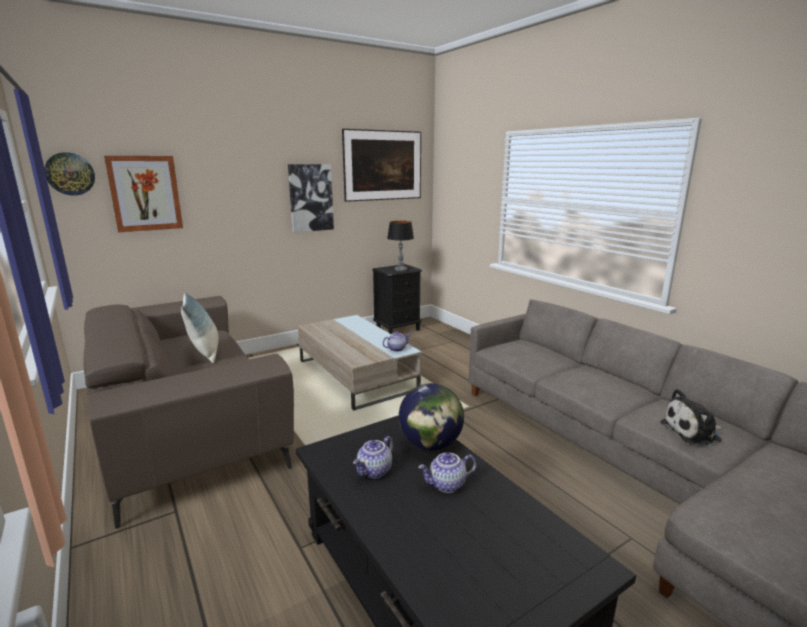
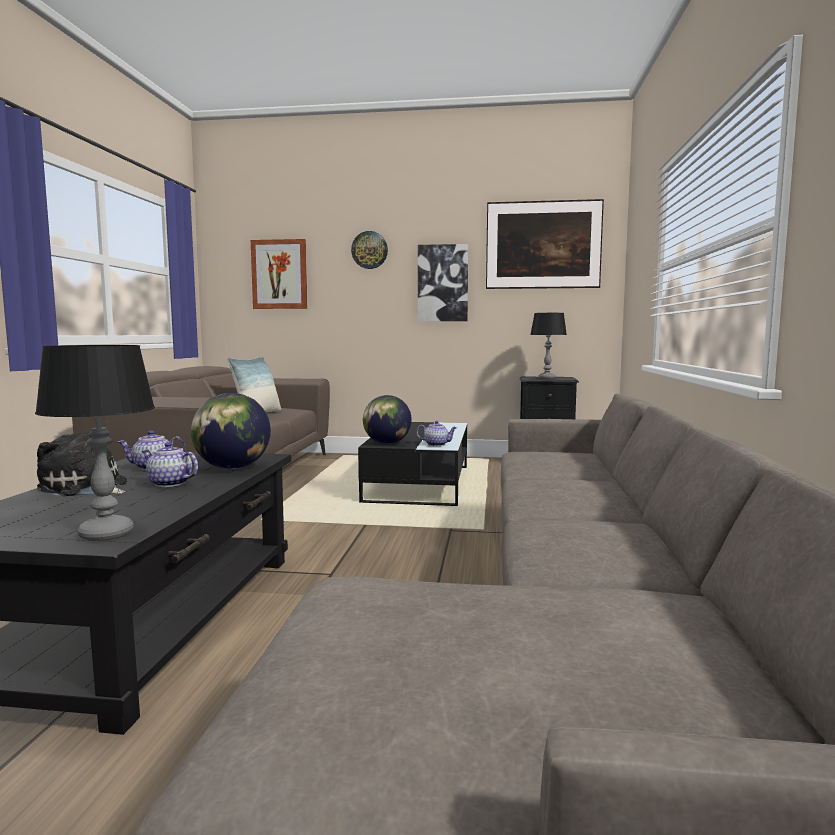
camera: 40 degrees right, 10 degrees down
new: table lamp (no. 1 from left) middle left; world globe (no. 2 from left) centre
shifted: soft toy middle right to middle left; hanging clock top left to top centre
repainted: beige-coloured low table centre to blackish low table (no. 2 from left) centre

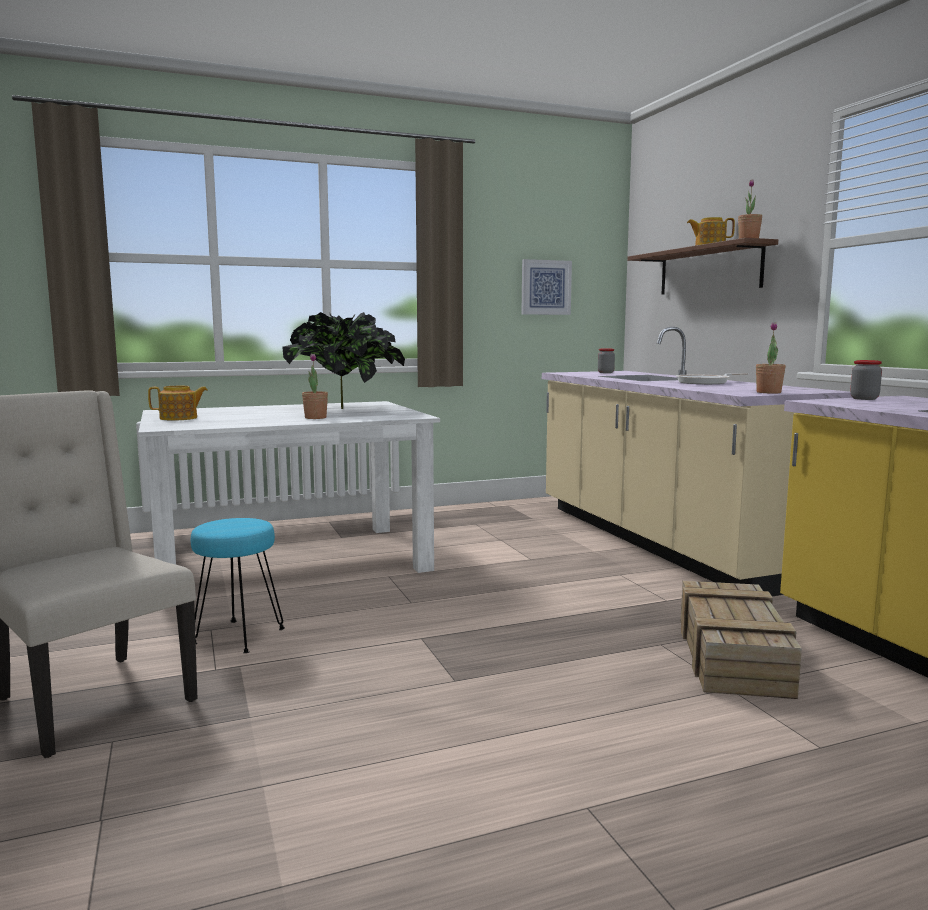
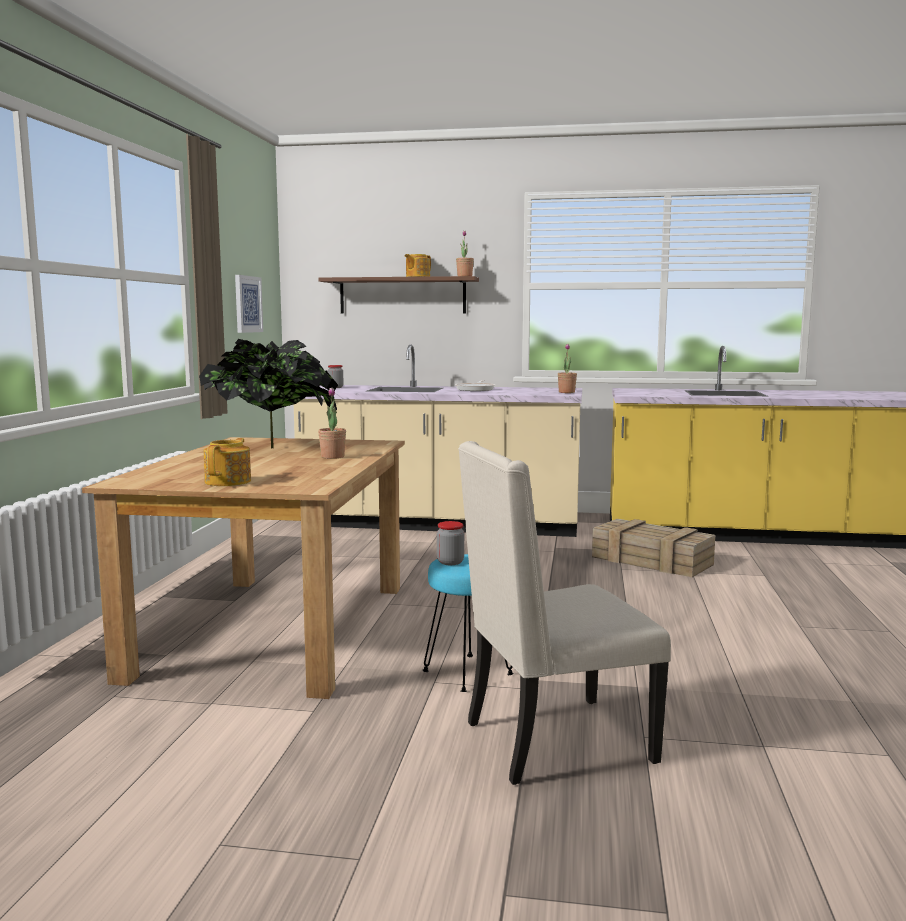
camera: 60 degrees left, 0 degrees up
shifted: storage jar (no. 2 from left) middle right to centre
repainted: white-coloured kitchen table middle left to brown kitchen table middle left

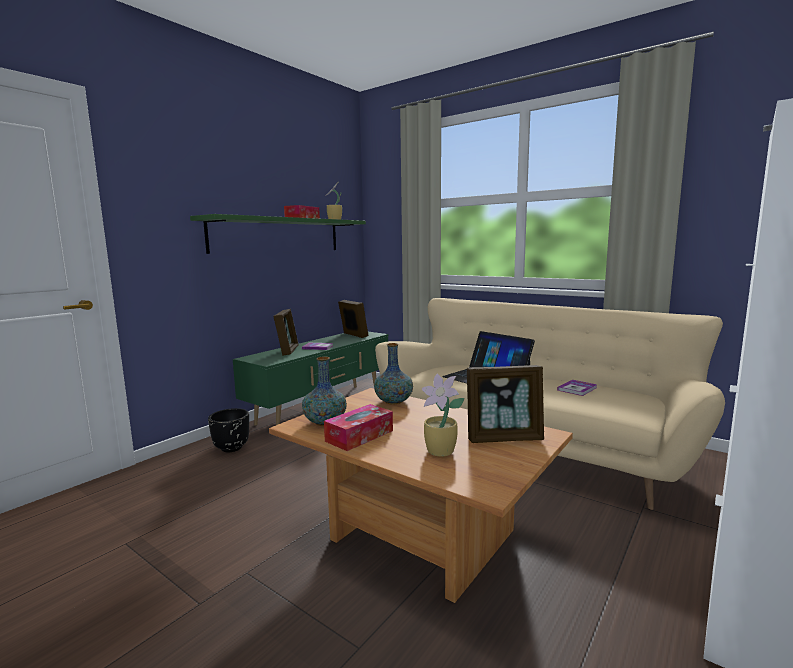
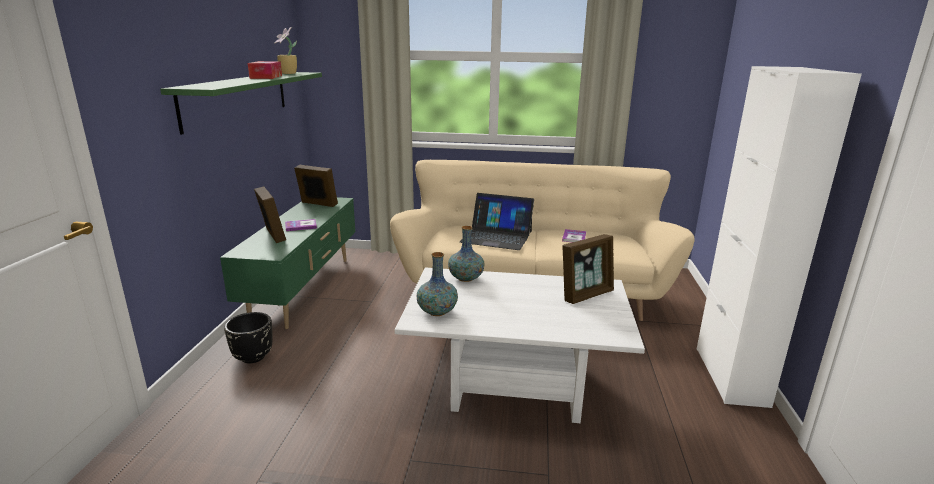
camera: 30 degrees left, 10 degrees up
gone: box of tissues (no. 2 from left) centre; houseplant (no. 2 from left) centre
repainted: brown low table bottom centre to white-coloured low table bottom centre

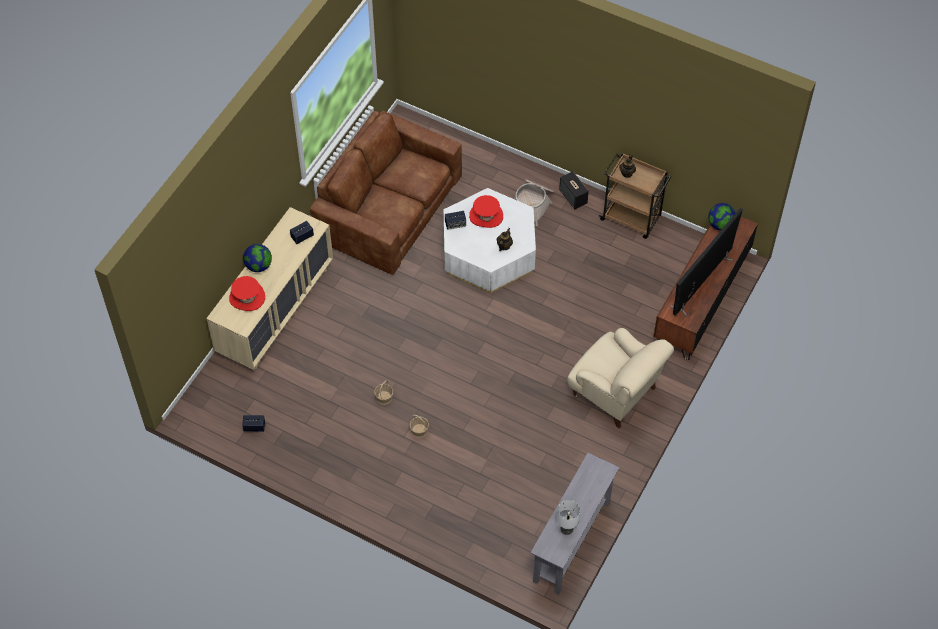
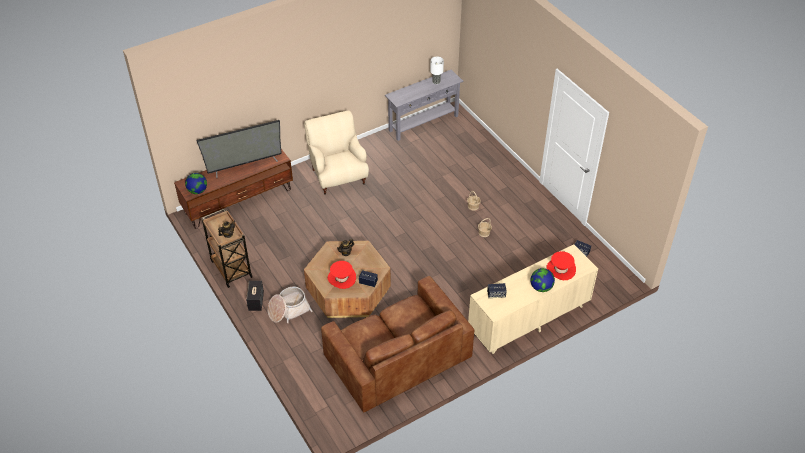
camera: 150 degrees left, 10 degrees down
repainted: white-coloured low table centre to brown low table centre

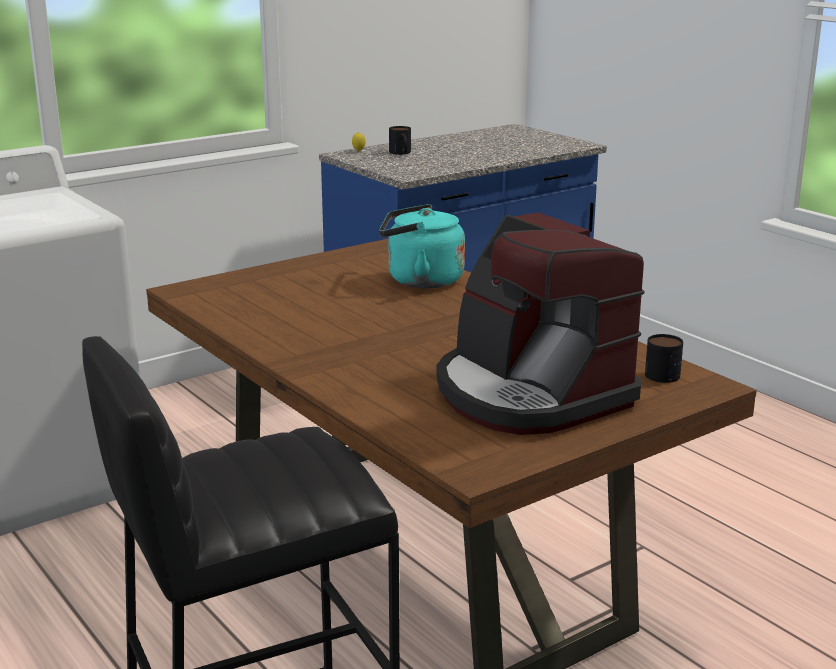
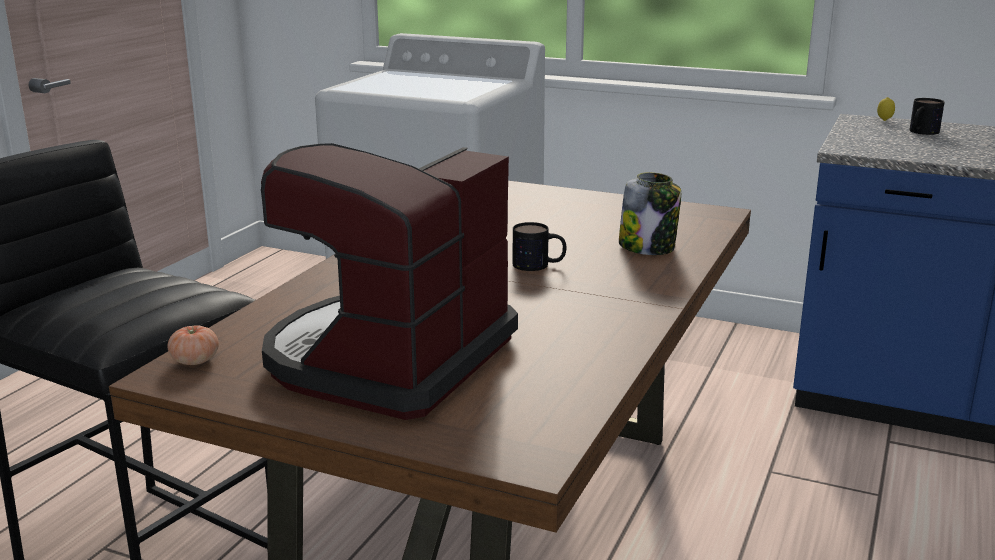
camera: 60 degrees right, 0 degrees up
new: tomato middle left
shifted: coffee mug (no. 2 from left in the first image) middle right to coffee mug (no. 1 from left) centre
swapped: turquoise tea kettle centre to storage jar centre

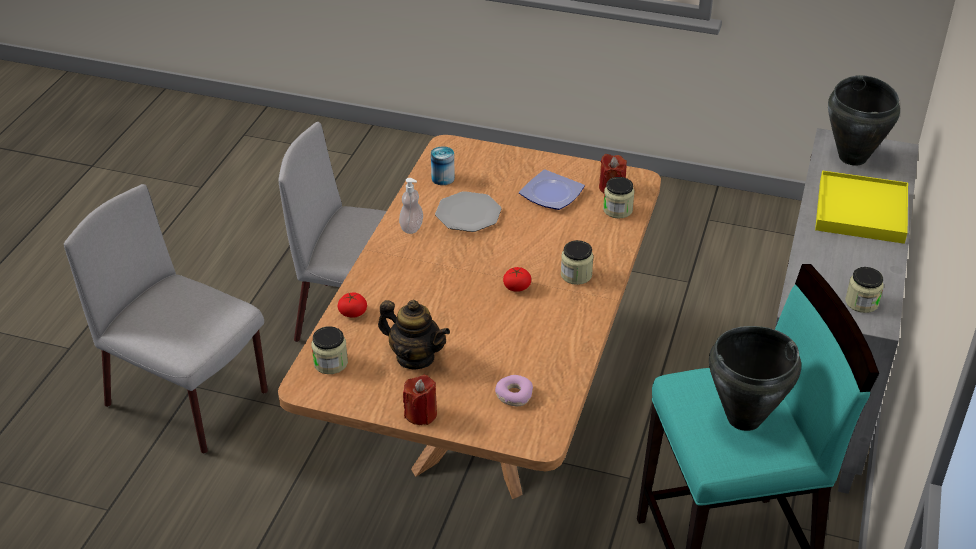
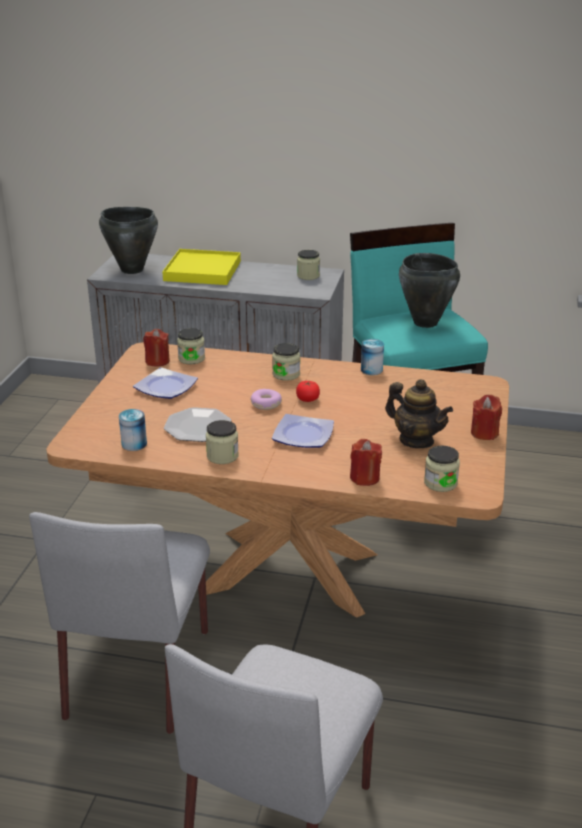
camera: 95 degrees left, 10 degrees down
new: dinner plate (no. 3 from left) centre; metal can (no. 2 from left) centre
shifted: ring doughnut bottom centre to centre
swapped: liquid soap bottle centre to storage jar (no. 2 from left) centre; tomato (no. 1 from left) centre to red candle (no. 2 from left) centre
rotated: teapot centre = middle right 105 degrees clockwise

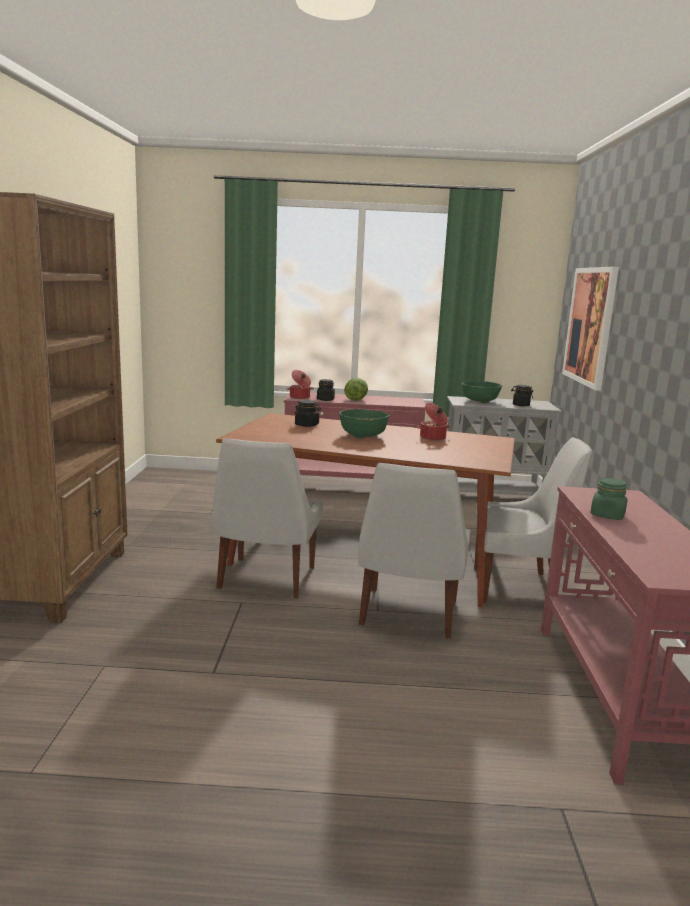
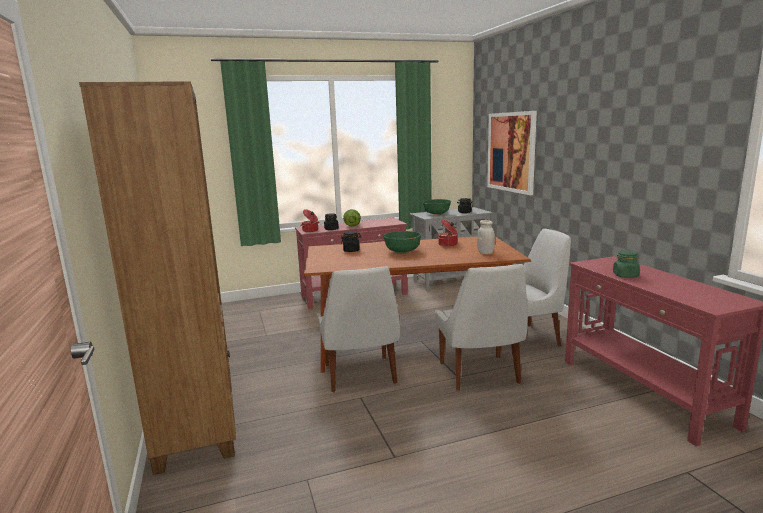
camera: 20 degrees left, 0 degrees up
new: white-coloured storage jar centre

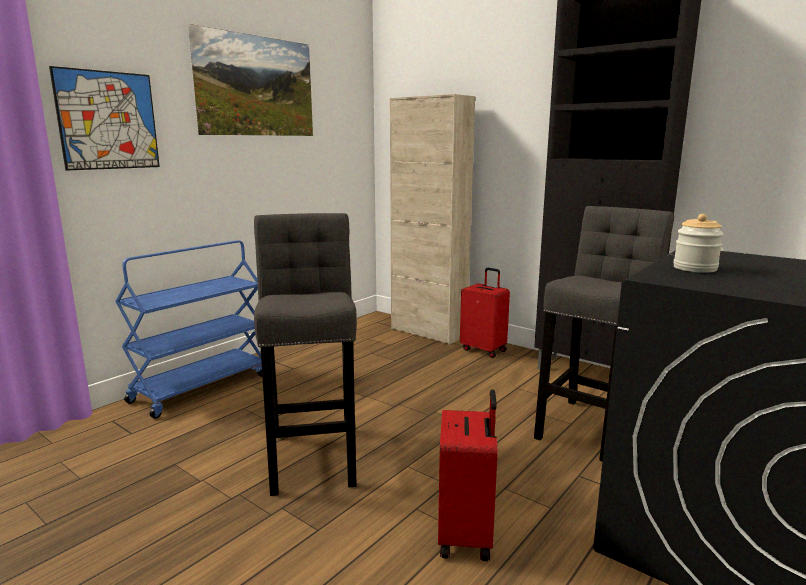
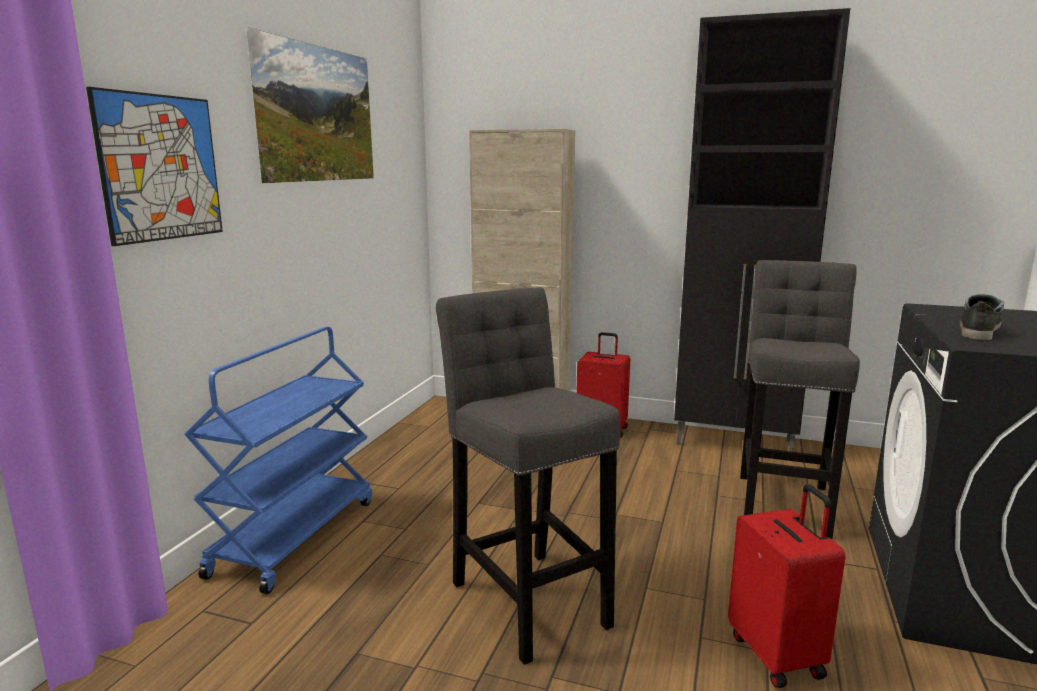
camera: 20 degrees left, 0 degrees up
swapped: storage jar middle right to low shoe middle right

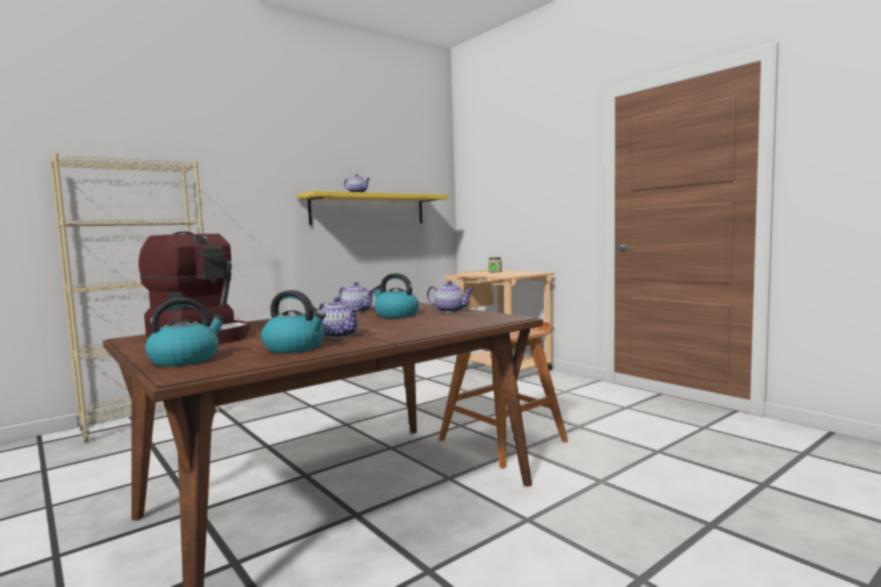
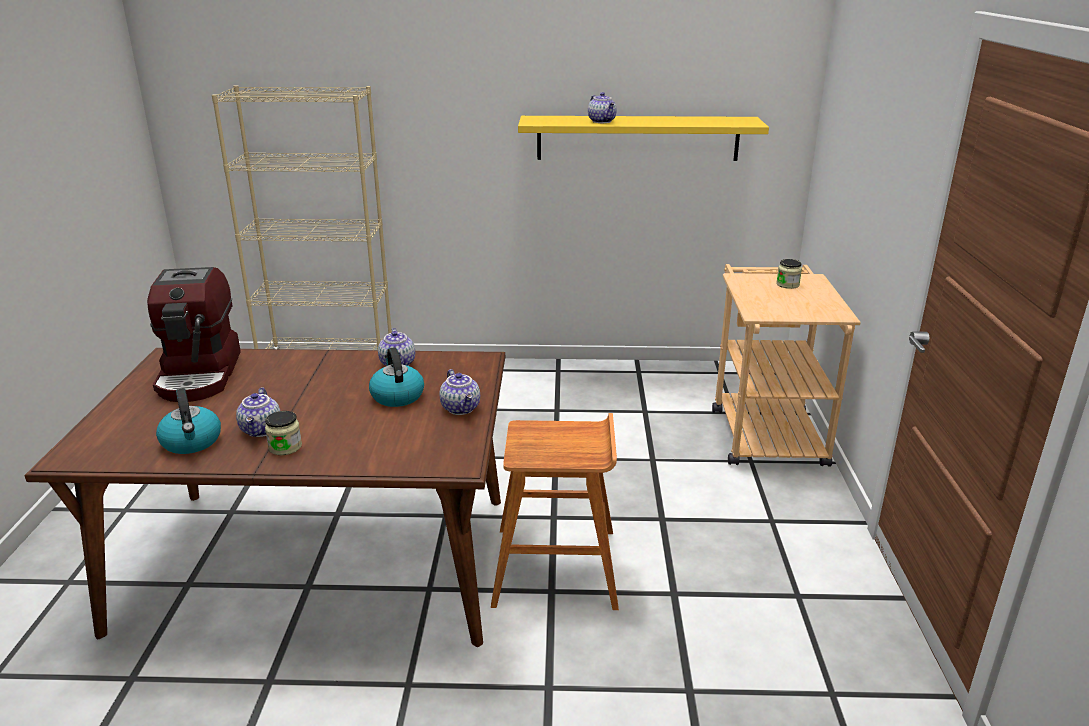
camera: 40 degrees right, 20 degrees up
gone: tea kettle (no. 1 from left) middle left
new: storage jar (no. 1 from left) middle left

